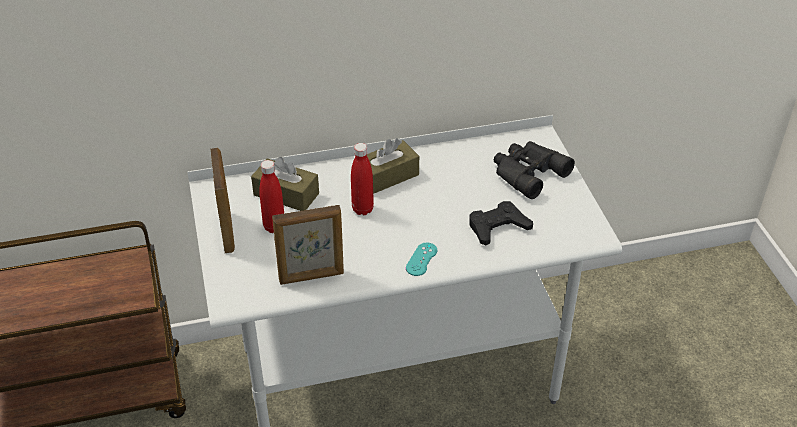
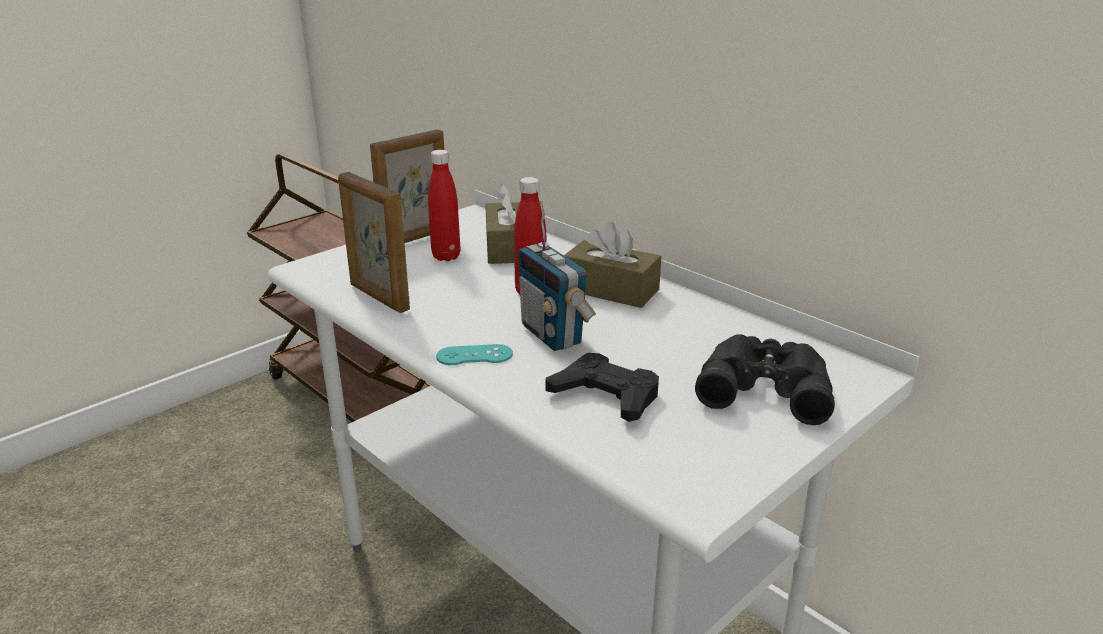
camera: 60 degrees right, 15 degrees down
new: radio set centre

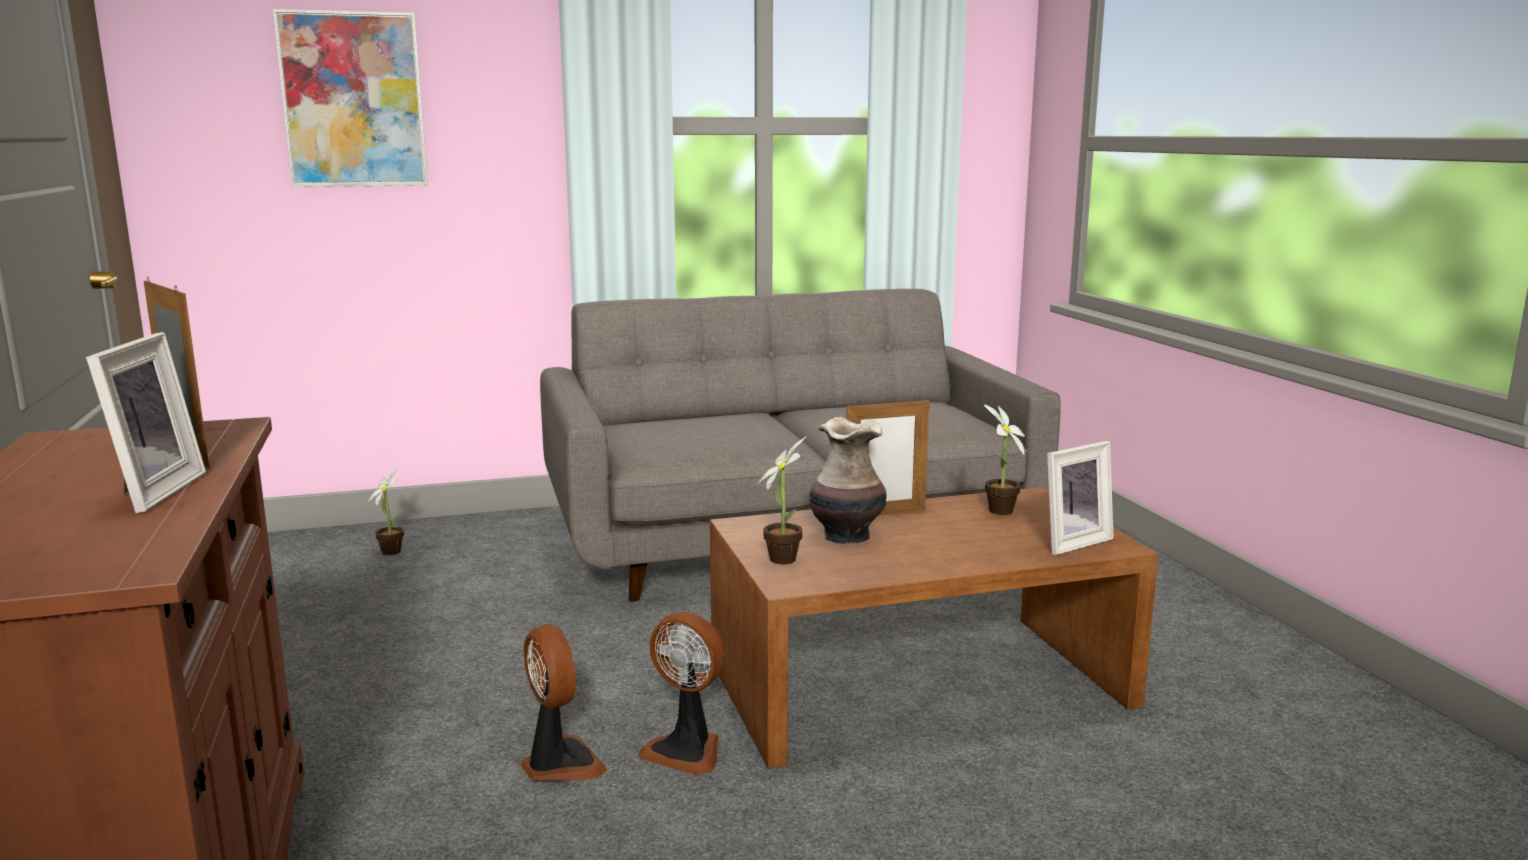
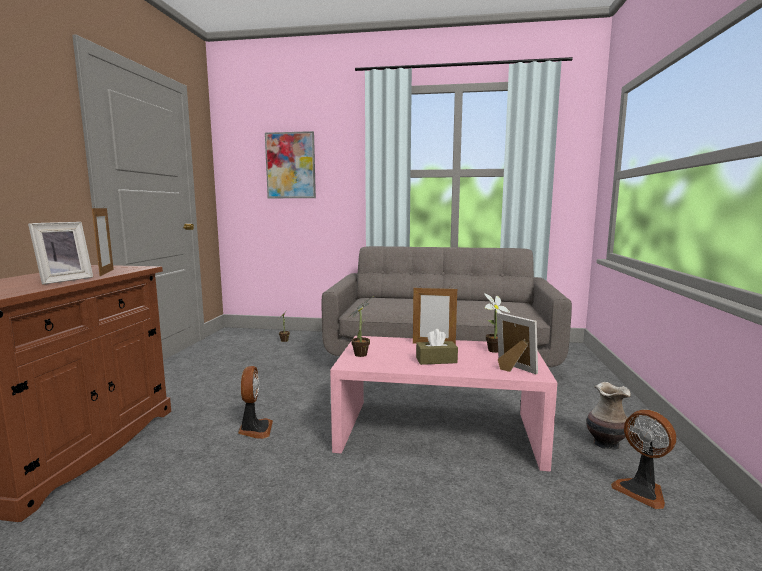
camera: 25 degrees right, 5 degrees down
new: brown box of tissues centre
shifted: decorative vase centre to bottom right; cooling fan (no. 2 from left) bottom centre to bottom right
repainted: brown low table bottom centre to pink-coloured low table bottom centre
rotated: picture frame (no. 4 from left) middle right = middle right 120 degrees counterclockwise

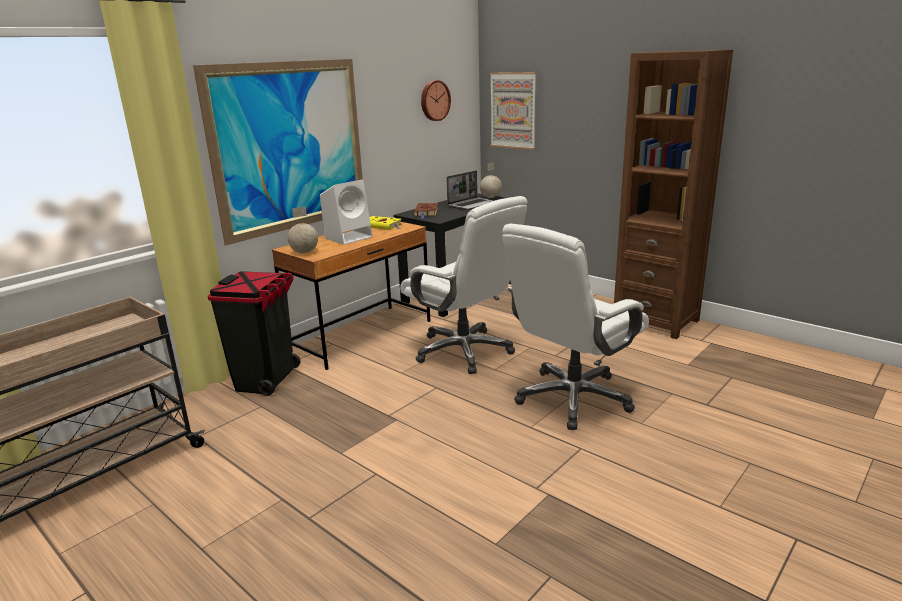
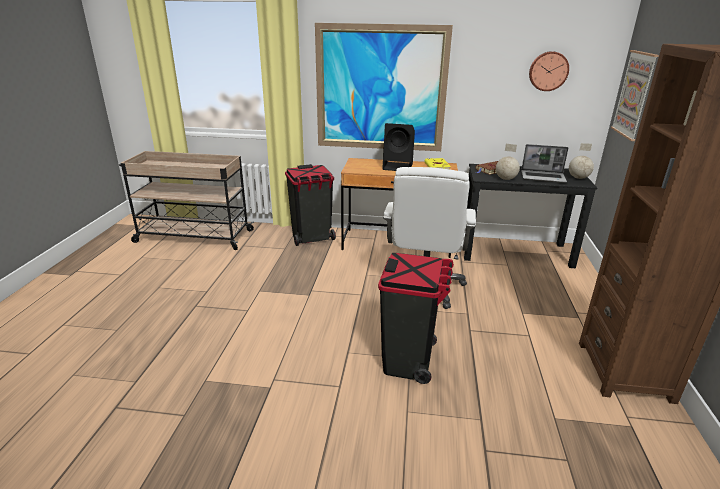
camera: 55 degrees right, 5 degrees up
shifted: world globe (no. 1 from left) centre to top right
swapped: white-coloured desk chair (no. 2 from left) centre to blackish waste bin (no. 2 from left) centre
repainted: white-coloured audio speaker centre to blackish audio speaker top centre

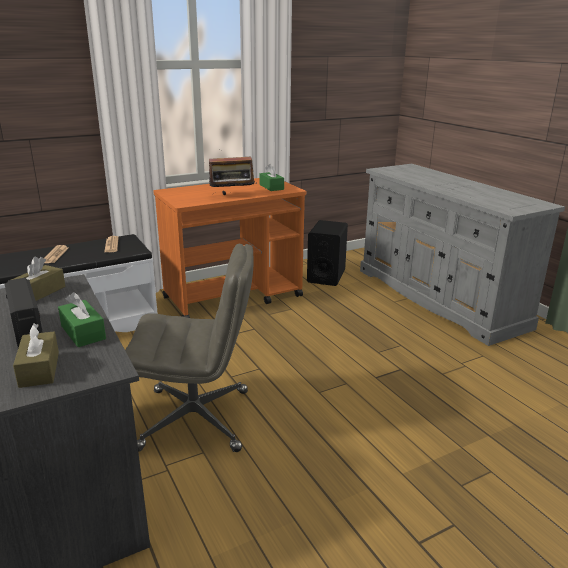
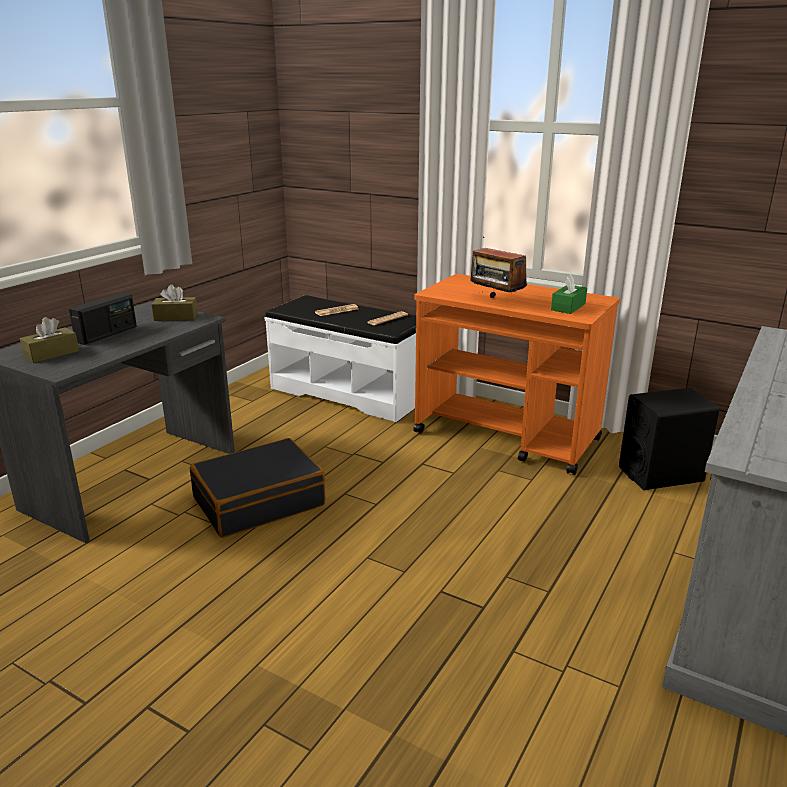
camera: 60 degrees right, 0 degrees up
gone: green box of tissues (no. 1 from left) middle left
swapped: grey desk chair middle left to blackish travel case middle left

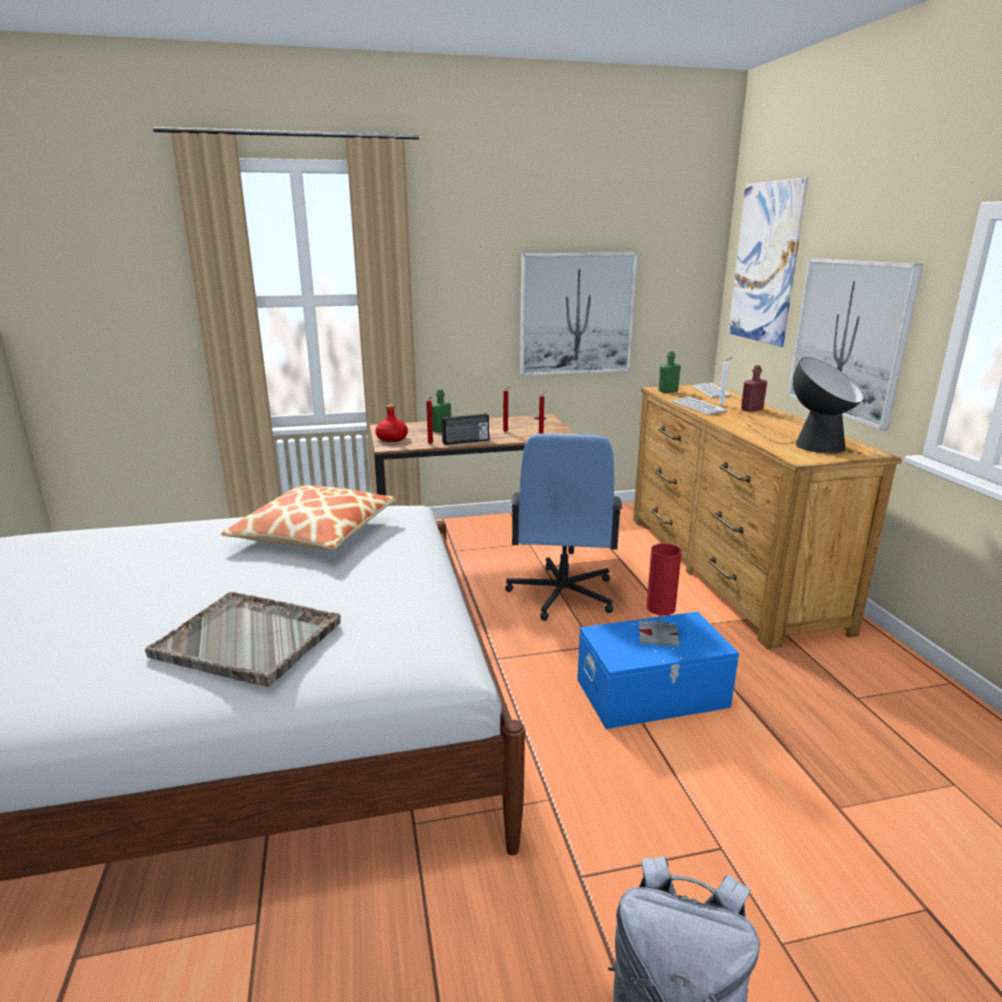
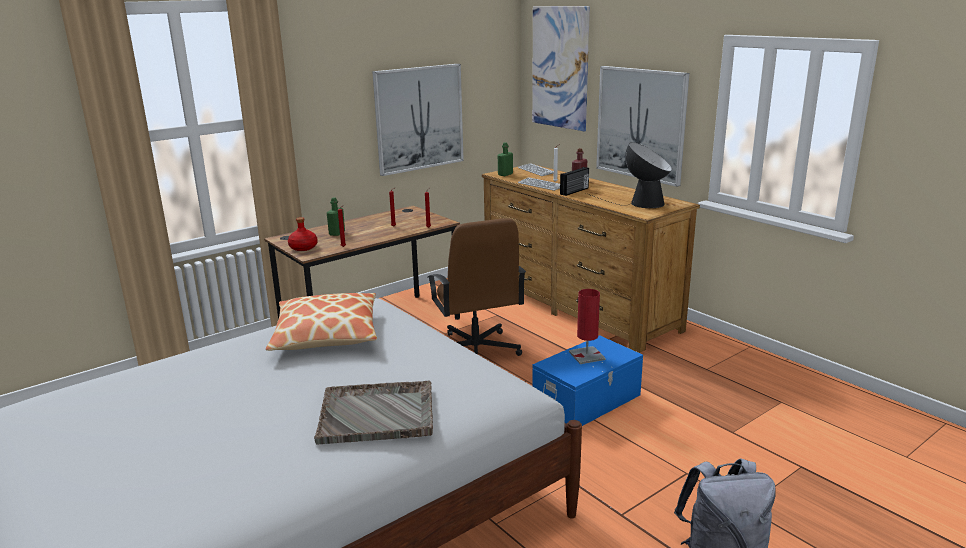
camera: 25 degrees left, 0 degrees up
shifted: radio set centre to top centre
repainted: bluish desk chair centre to brown desk chair centre

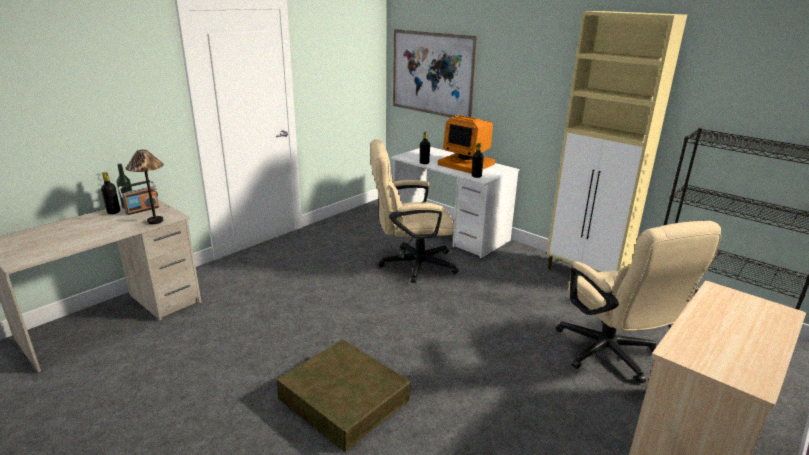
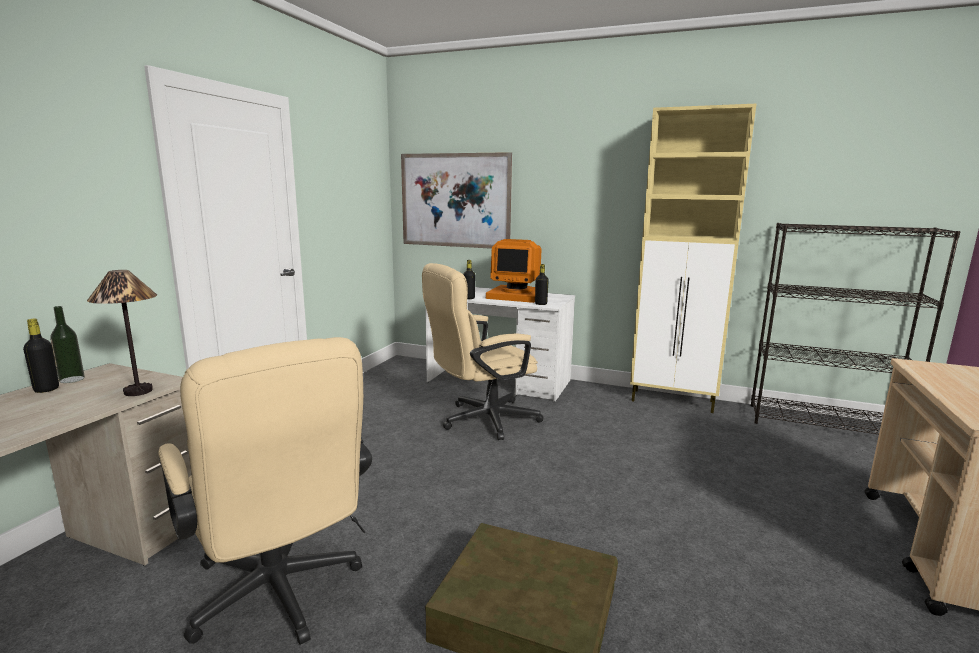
camera: 20 degrees left, 10 degrees down
gone: radio set middle left
shifted: beige-coloured desk chair (no. 2 from left in the first image) middle right to beige-coloured desk chair (no. 1 from left) bottom left

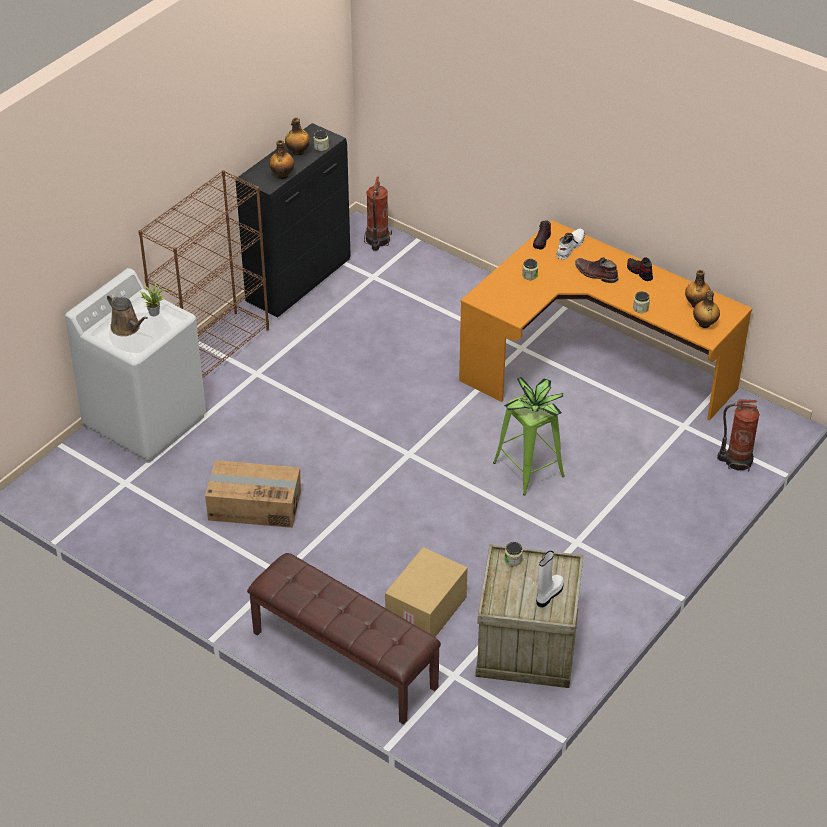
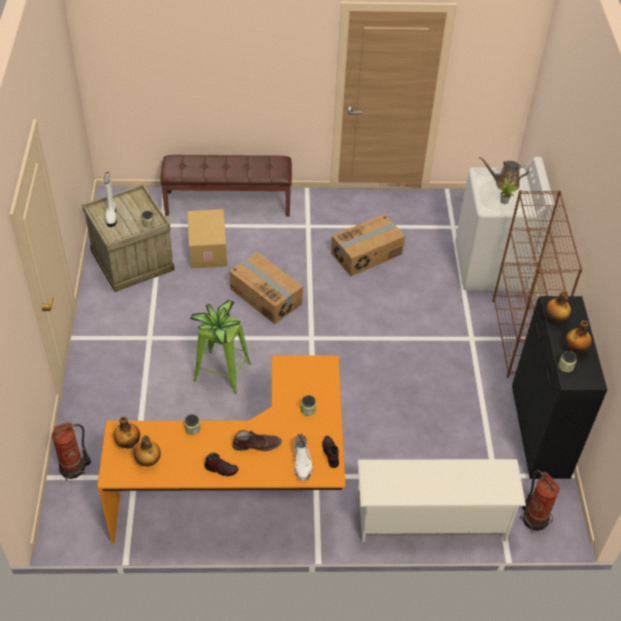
camera: 140 degrees right, 5 degrees up
new: carton (no. 2 from left) centre; white-coloured shoe rack bottom right

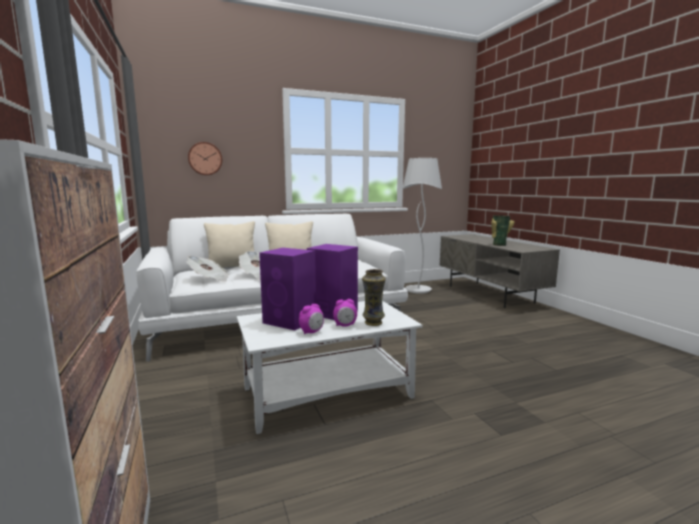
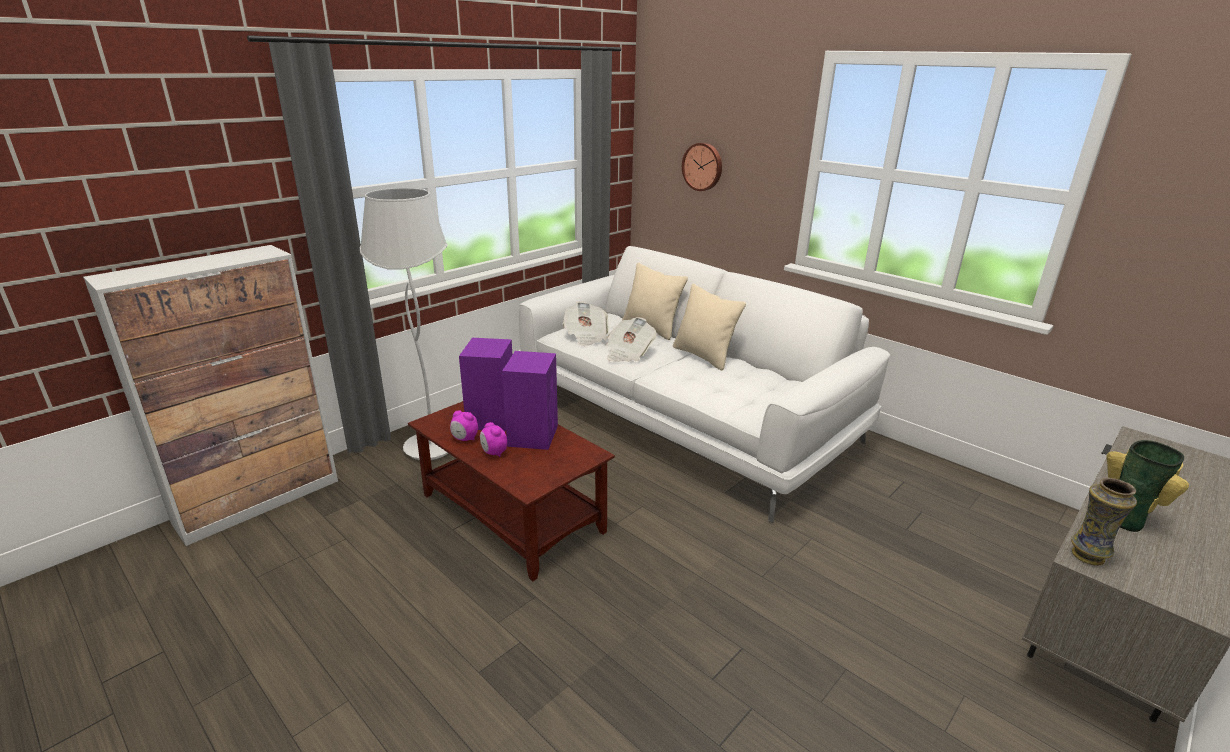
camera: 65 degrees right, 15 degrees up
shifted: white-coloured standing lamp centre to middle left; decorative vase (no. 1 from left) centre to bottom right
repainted: white-coloured low table bottom centre to brown low table centre

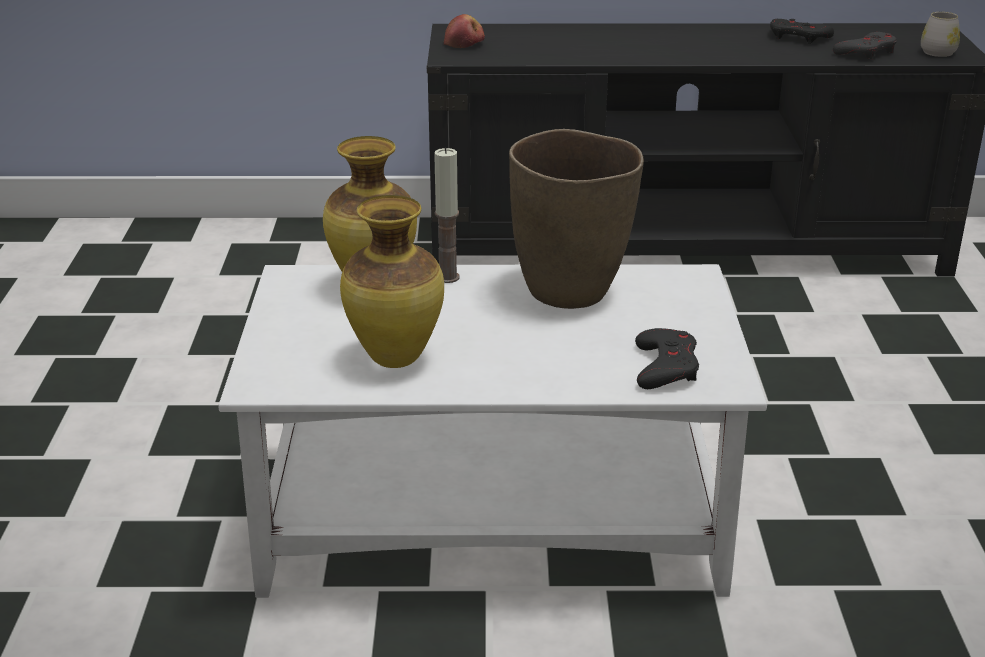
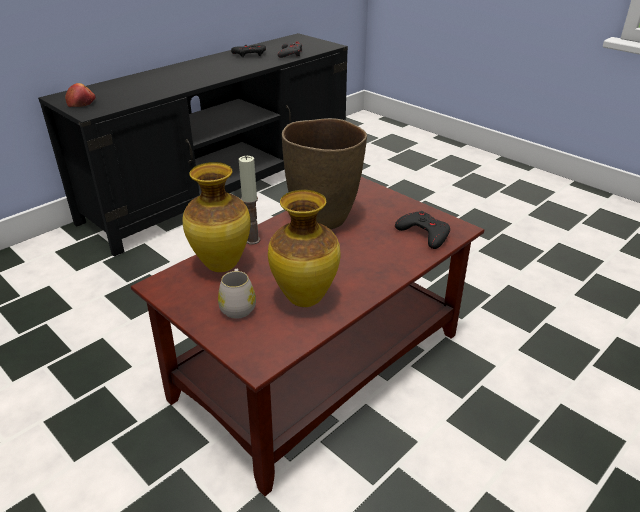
camera: 45 degrees left, 5 degrees up
shifted: white-coloured coffee mug top right to centre
repainted: white-coloured low table centre to brown low table centre

